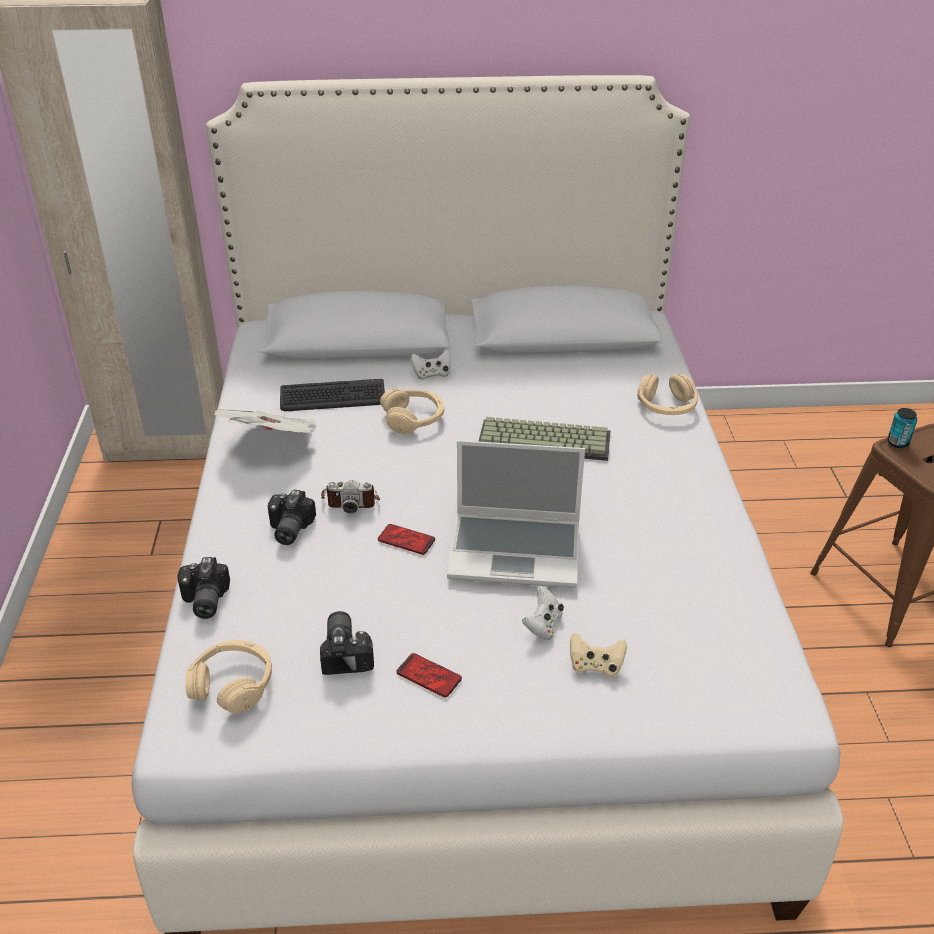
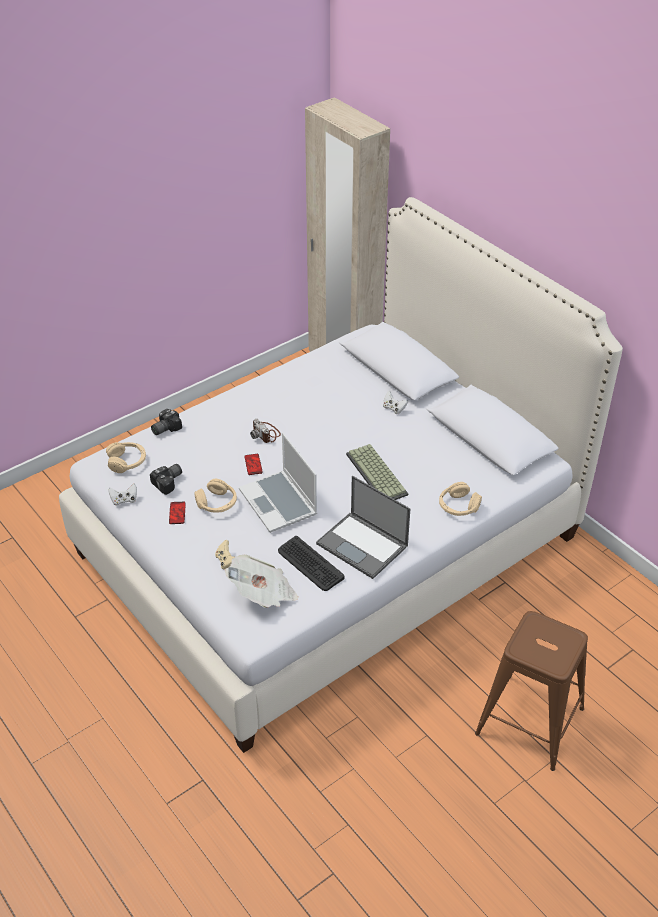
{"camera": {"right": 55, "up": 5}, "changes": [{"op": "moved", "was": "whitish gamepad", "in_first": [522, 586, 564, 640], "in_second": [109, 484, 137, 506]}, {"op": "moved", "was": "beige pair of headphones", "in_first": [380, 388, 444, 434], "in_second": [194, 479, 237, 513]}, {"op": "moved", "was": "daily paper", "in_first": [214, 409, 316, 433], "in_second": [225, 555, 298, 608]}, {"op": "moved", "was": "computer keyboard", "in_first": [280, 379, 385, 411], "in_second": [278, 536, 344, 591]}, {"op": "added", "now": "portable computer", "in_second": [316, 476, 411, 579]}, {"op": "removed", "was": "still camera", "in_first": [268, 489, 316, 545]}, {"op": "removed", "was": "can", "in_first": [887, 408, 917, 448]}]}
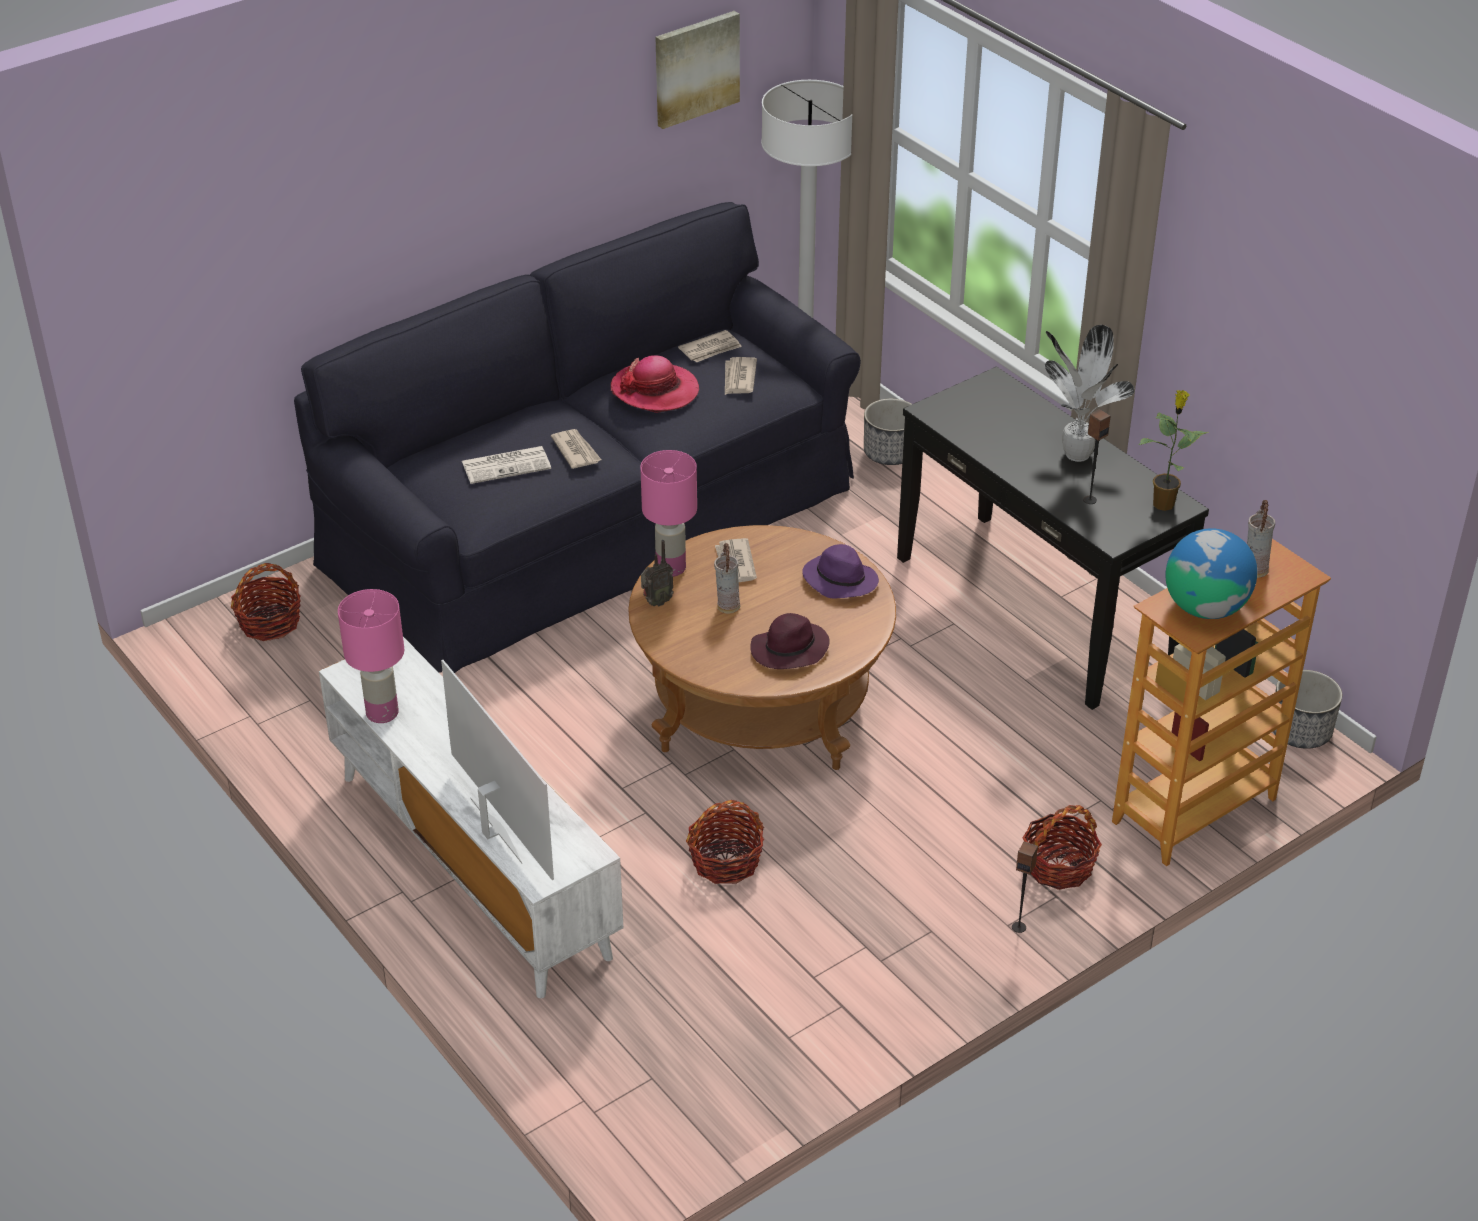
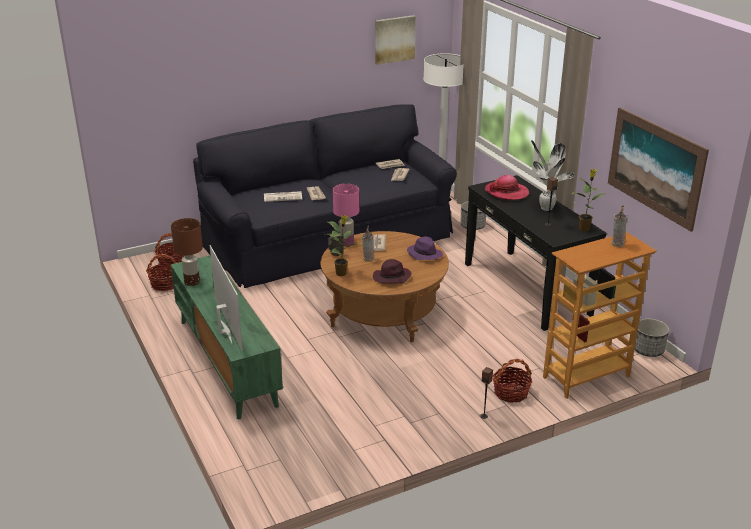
{"camera": {"right": 10, "up": -10}, "changes": [{"op": "moved", "was": "basket", "in_first": [686, 800, 764, 884], "in_second": [146, 254, 178, 291]}, {"op": "recoloured", "was": "pinkish tabletop lamp", "now": "brown tabletop lamp", "in_first": [338, 589, 404, 723], "in_second": [171, 218, 203, 286]}, {"op": "recoloured", "was": "whitish tv unit", "now": "green tv unit", "in_first": [319, 637, 623, 998], "in_second": [171, 255, 283, 419]}, {"op": "added", "now": "plant in a pot", "in_second": [325, 215, 361, 276]}, {"op": "moved", "was": "wearable hat", "in_first": [611, 355, 699, 413], "in_second": [485, 175, 529, 200]}, {"op": "added", "now": "picture", "in_second": [608, 108, 709, 232]}, {"op": "removed", "was": "desk globe", "in_first": [1165, 528, 1257, 619]}]}
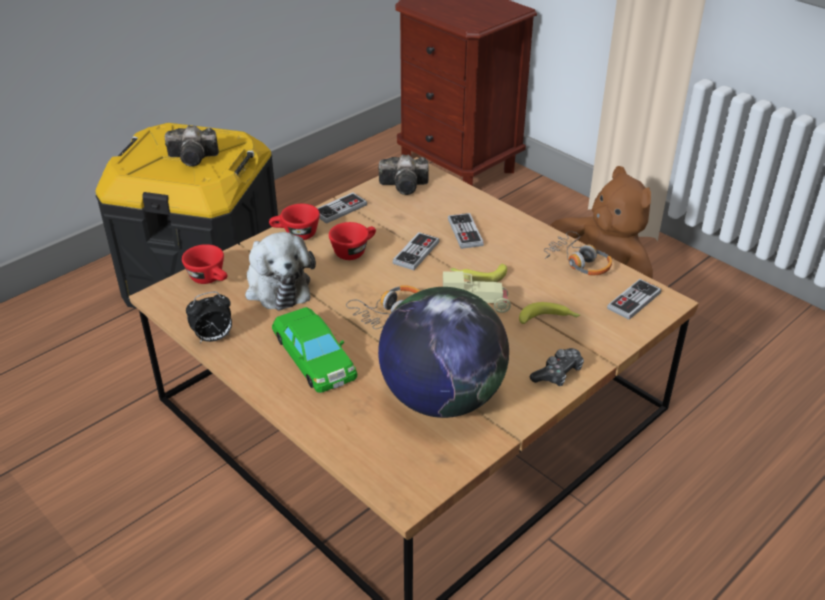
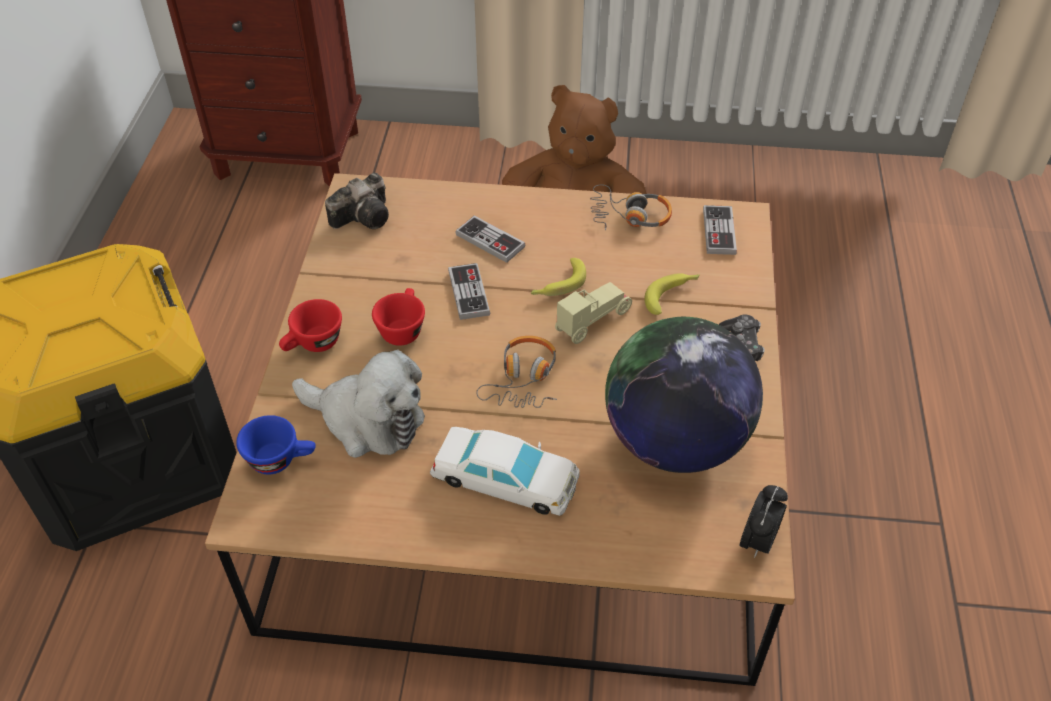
{"camera": {"right": -40, "up": 10}, "changes": [{"op": "recoloured", "was": "red drinking cup", "now": "blue-coloured drinking cup", "in_first": [182, 244, 228, 284], "in_second": [236, 415, 316, 474]}, {"op": "recoloured", "was": "green toy car", "now": "whitish toy car", "in_first": [272, 307, 357, 393], "in_second": [430, 427, 580, 516]}, {"op": "moved", "was": "table clock", "in_first": [186, 292, 232, 343], "in_second": [739, 485, 788, 558]}, {"op": "removed", "was": "still camera", "in_first": [165, 125, 219, 167]}, {"op": "removed", "was": "gamepad", "in_first": [317, 193, 367, 224]}]}
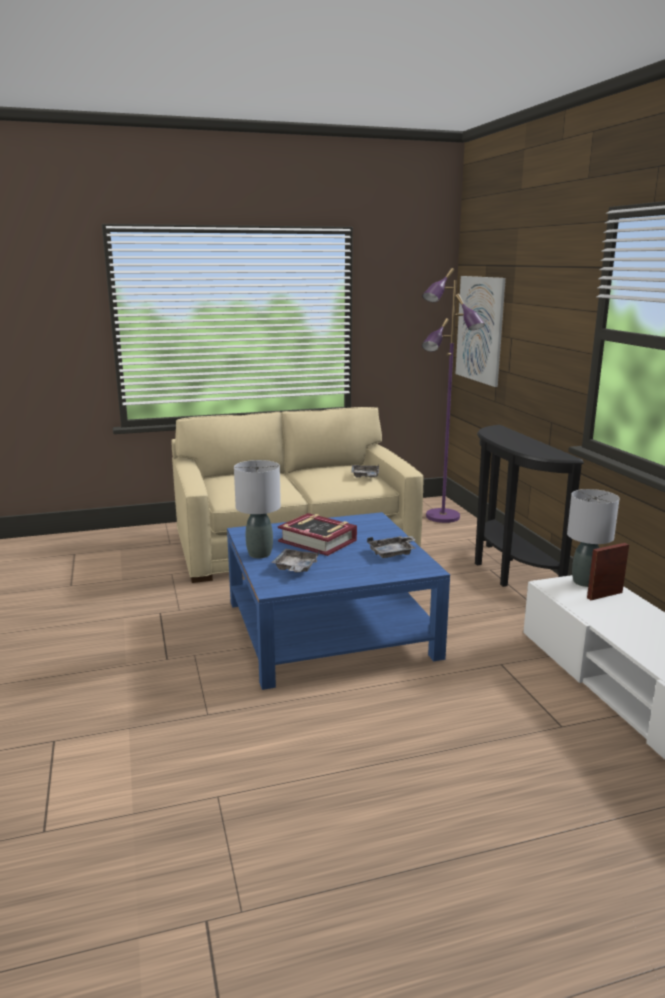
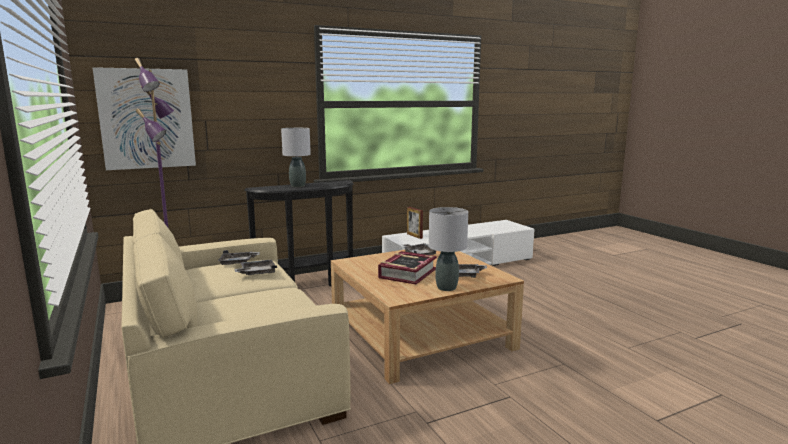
{"camera": {"right": -100, "up": -5}, "changes": [{"op": "added", "now": "greyish serving tray", "in_second": [234, 259, 277, 275]}, {"op": "moved", "was": "greyish tabletop lamp", "in_first": [567, 489, 619, 587], "in_second": [281, 128, 311, 187]}, {"op": "recoloured", "was": "blue-coloured coffee table", "now": "beige coffee table", "in_first": [227, 512, 450, 690], "in_second": [331, 250, 524, 384]}]}
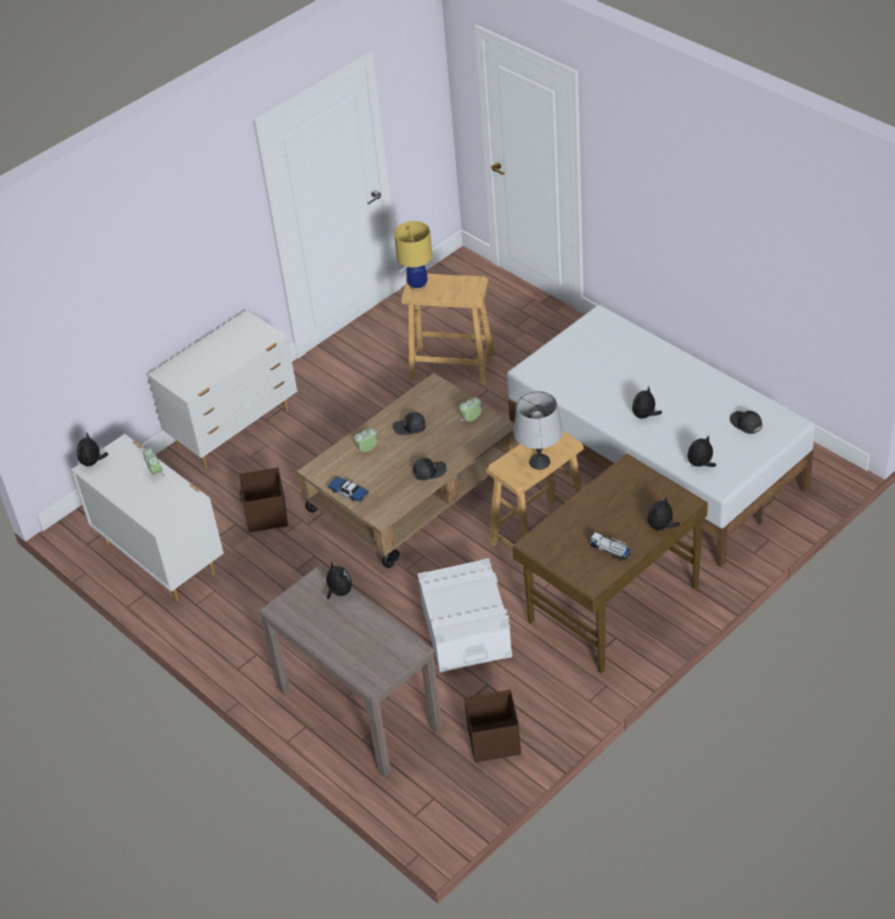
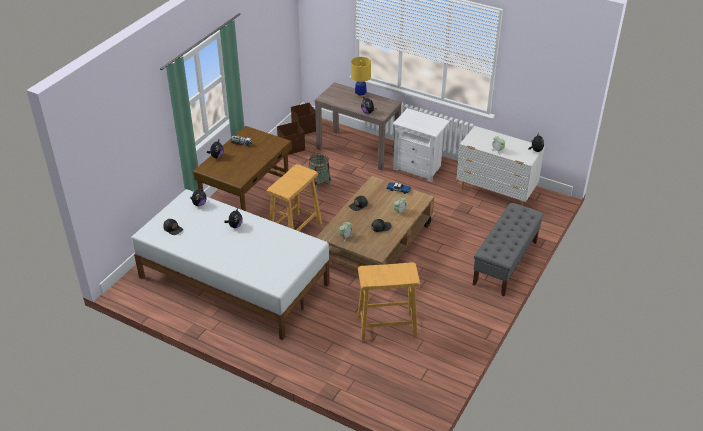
{"camera": {"right": 160, "up": -5}, "changes": [{"op": "moved", "was": "brown storage container", "in_first": [240, 467, 288, 532], "in_second": [291, 103, 316, 134]}, {"op": "replaced", "was": "whitish storage container", "now": "basket", "in_first": [417, 558, 512, 672], "in_second": [309, 153, 331, 192]}, {"op": "moved", "was": "yellowish tabletop lamp", "in_first": [394, 221, 432, 291], "in_second": [351, 57, 371, 97]}, {"op": "added", "now": "whitish nightstand", "in_second": [393, 108, 450, 182]}, {"op": "replaced", "was": "whitish drawer chest", "now": "greyish long seat", "in_first": [147, 310, 298, 468], "in_second": [473, 203, 544, 296]}, {"op": "removed", "was": "greyish tabletop lamp", "in_first": [514, 391, 563, 470]}]}
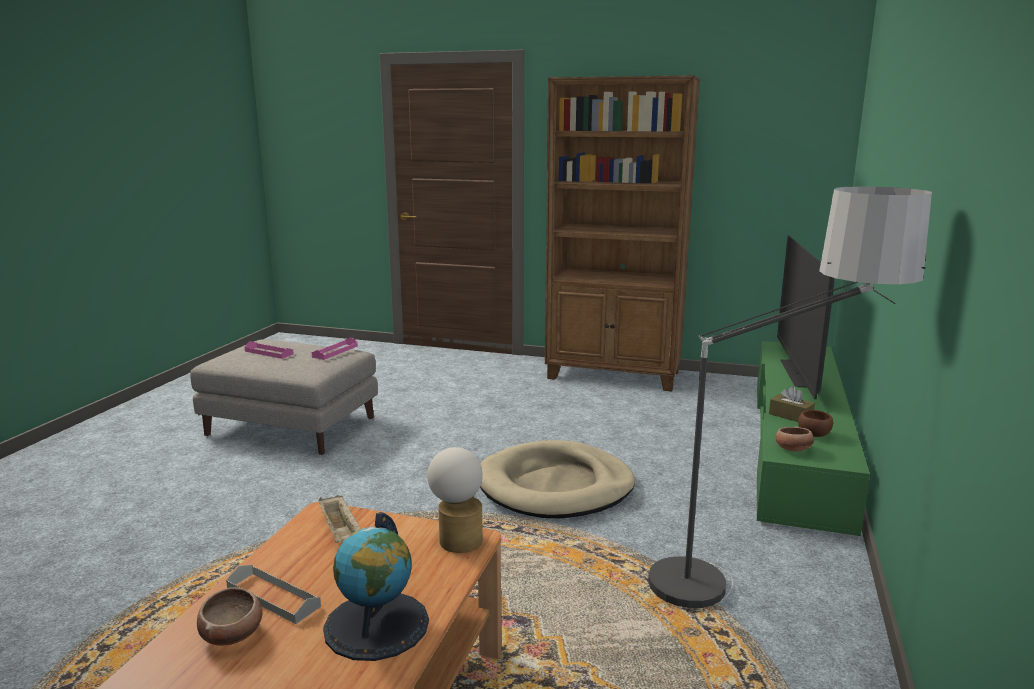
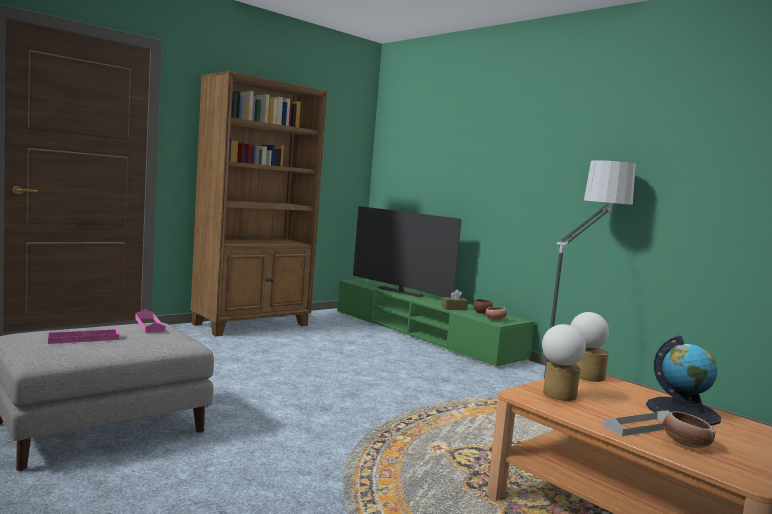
{"camera": {"right": -60, "up": -10}, "changes": [{"op": "replaced", "was": "beige serving tray", "now": "tabletop lamp", "in_first": [319, 495, 361, 543], "in_second": [542, 324, 586, 401]}, {"op": "removed", "was": "beige pet bed", "in_first": [480, 440, 635, 519]}]}
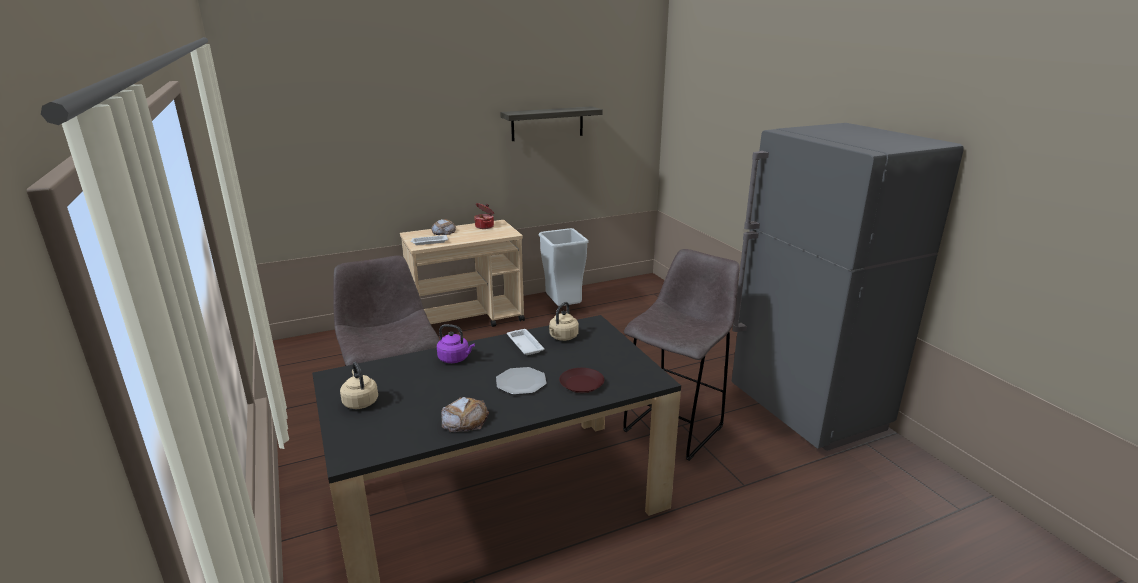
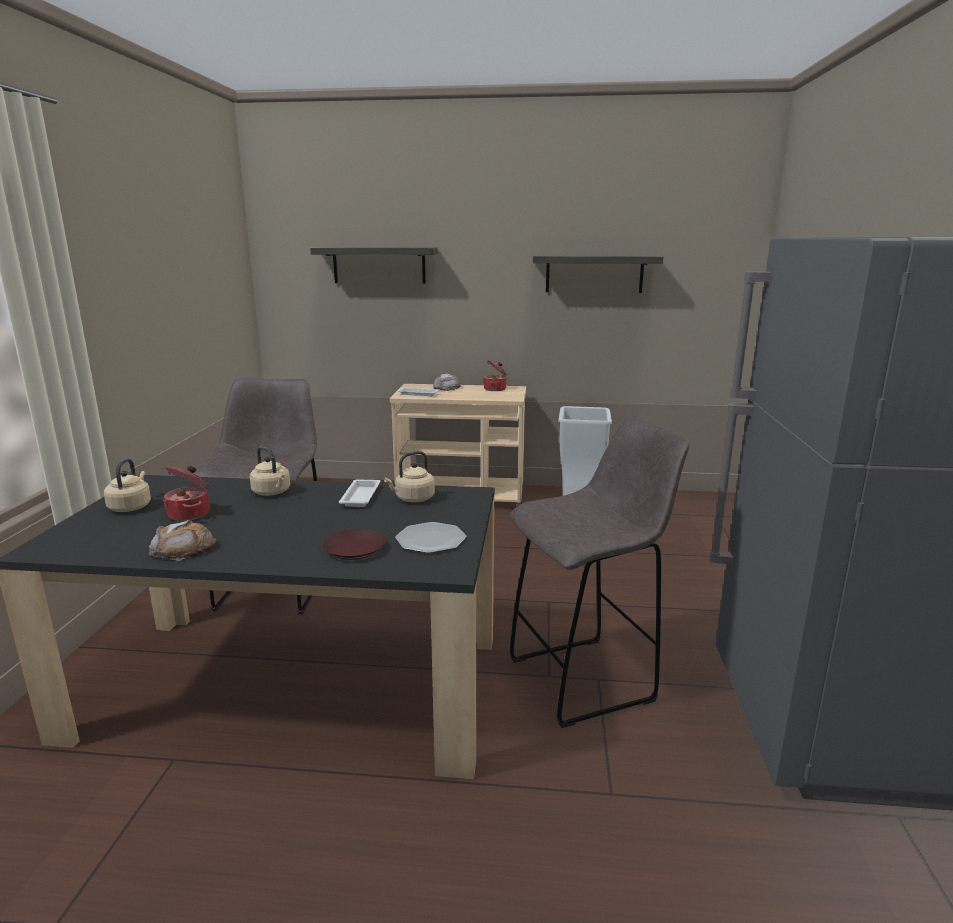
{"camera": {"right": 30, "up": -5}, "changes": [{"op": "added", "now": "cooking pot", "in_second": [163, 466, 210, 521]}, {"op": "recoloured", "was": "purple-coloured water kettle", "now": "beige water kettle", "in_first": [437, 324, 475, 363], "in_second": [250, 446, 290, 496]}, {"op": "added", "now": "shelf", "in_second": [310, 247, 438, 284]}, {"op": "moved", "was": "dinner plate", "in_first": [496, 367, 547, 395], "in_second": [395, 522, 466, 553]}]}
